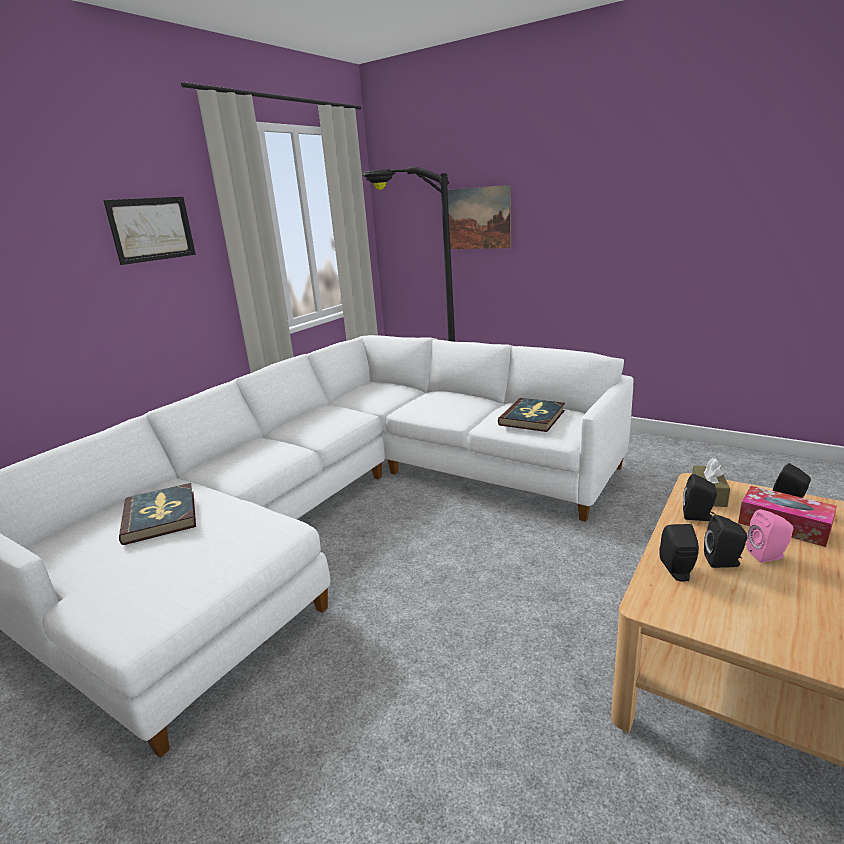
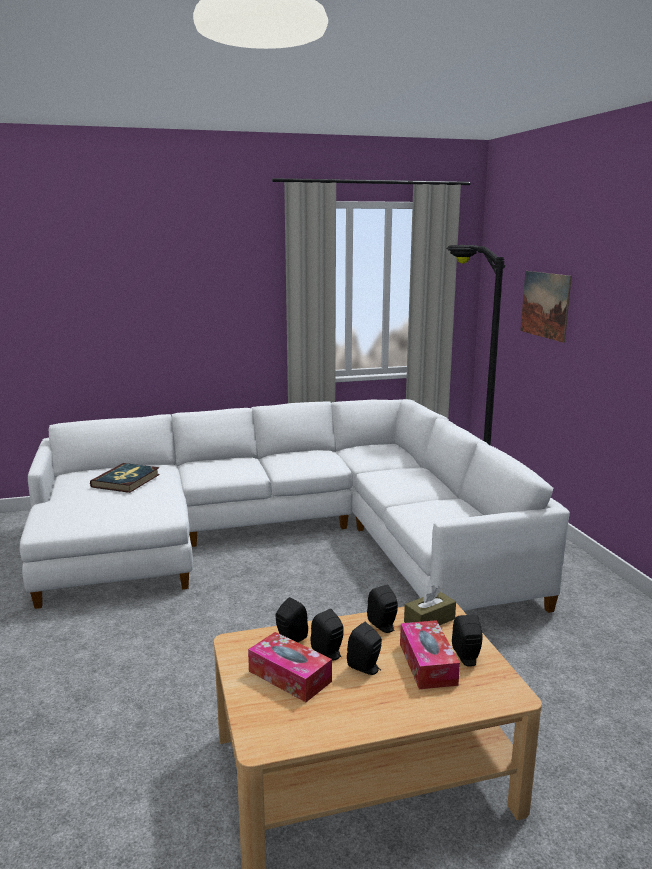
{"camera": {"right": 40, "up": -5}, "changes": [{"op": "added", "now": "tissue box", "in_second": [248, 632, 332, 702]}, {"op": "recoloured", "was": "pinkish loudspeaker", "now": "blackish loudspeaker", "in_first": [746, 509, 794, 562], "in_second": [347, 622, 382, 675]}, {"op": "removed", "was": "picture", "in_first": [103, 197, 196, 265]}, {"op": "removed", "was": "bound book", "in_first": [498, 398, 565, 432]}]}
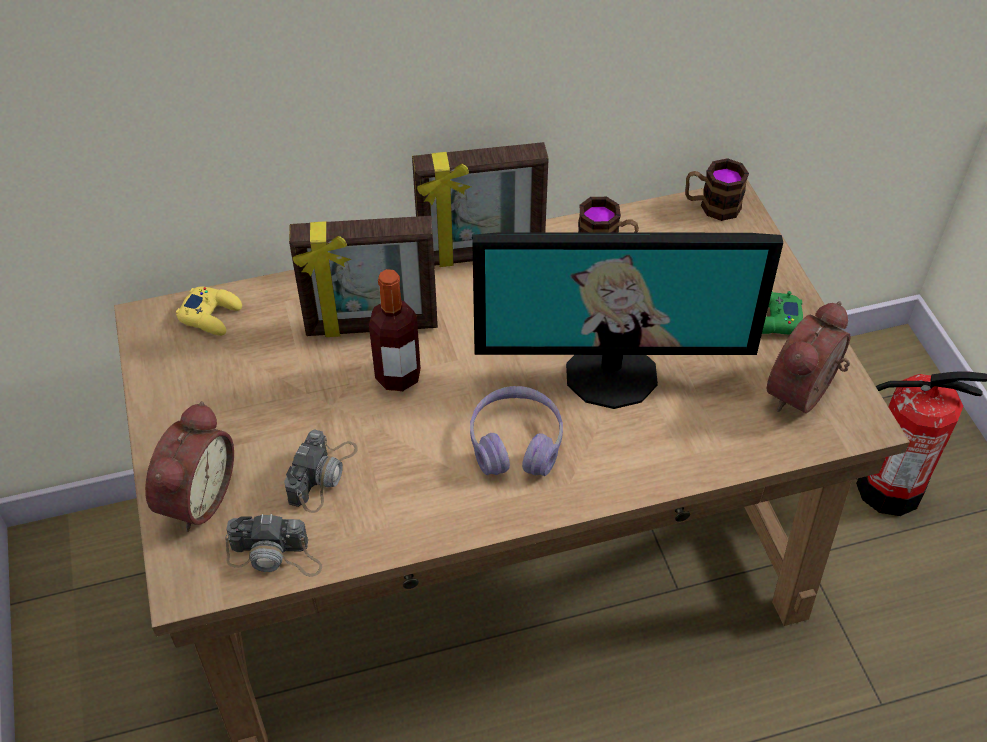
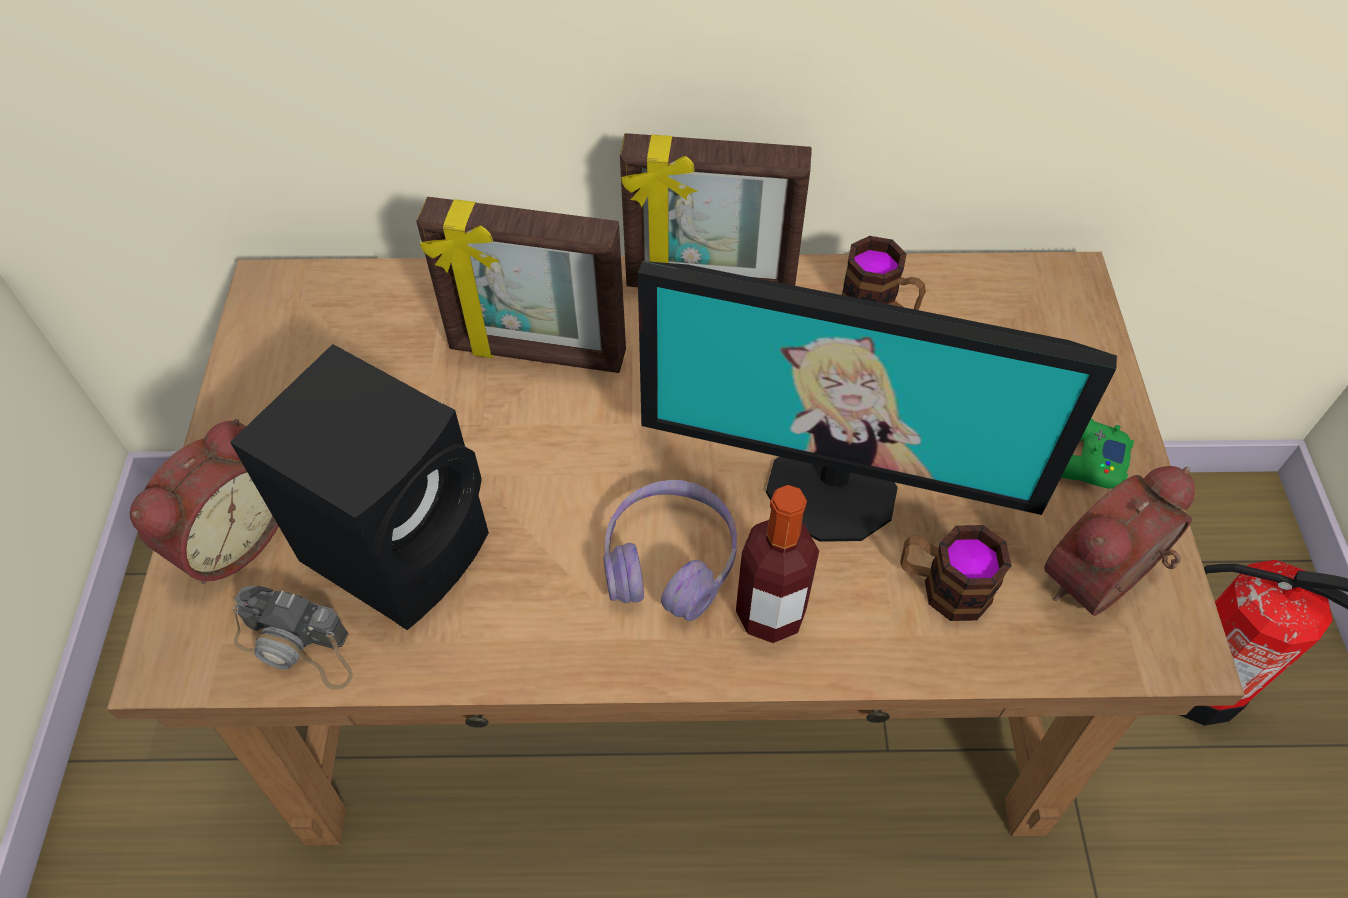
{"camera": {"right": 15, "up": 5}, "changes": [{"op": "replaced", "was": "still camera", "now": "blackish loudspeaker", "in_first": [284, 429, 357, 513], "in_second": [230, 344, 489, 630]}, {"op": "moved", "was": "beverage bottle", "in_first": [369, 269, 421, 391], "in_second": [736, 485, 819, 643]}, {"op": "moved", "was": "mug", "in_first": [685, 158, 749, 221], "in_second": [900, 525, 1012, 621]}, {"op": "removed", "was": "yellowish gamepad", "in_first": [176, 287, 242, 336]}]}
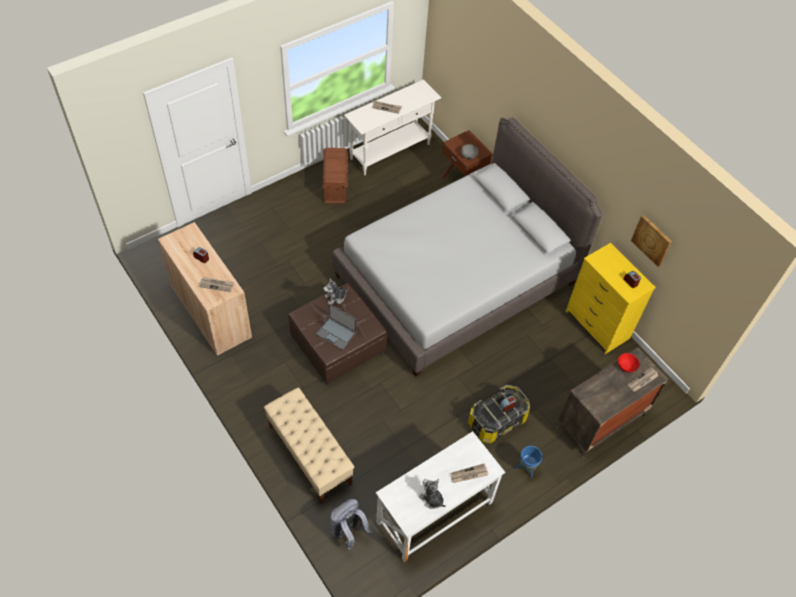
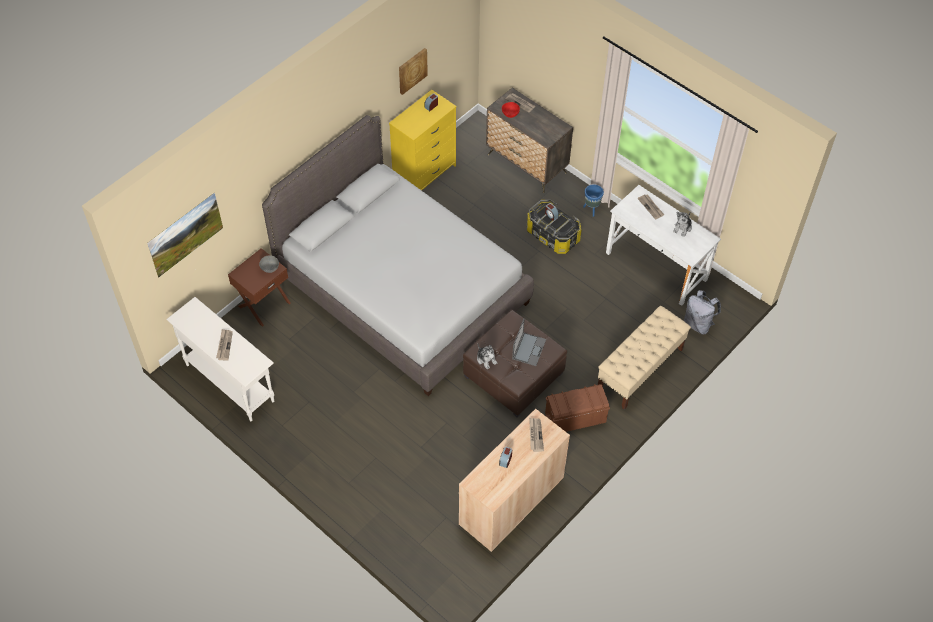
{"camera": {"right": -100, "up": 0}, "changes": [{"op": "added", "now": "picture", "in_second": [147, 192, 223, 278]}, {"op": "moved", "was": "brown storage container", "in_first": [323, 148, 348, 204], "in_second": [545, 384, 610, 432]}]}
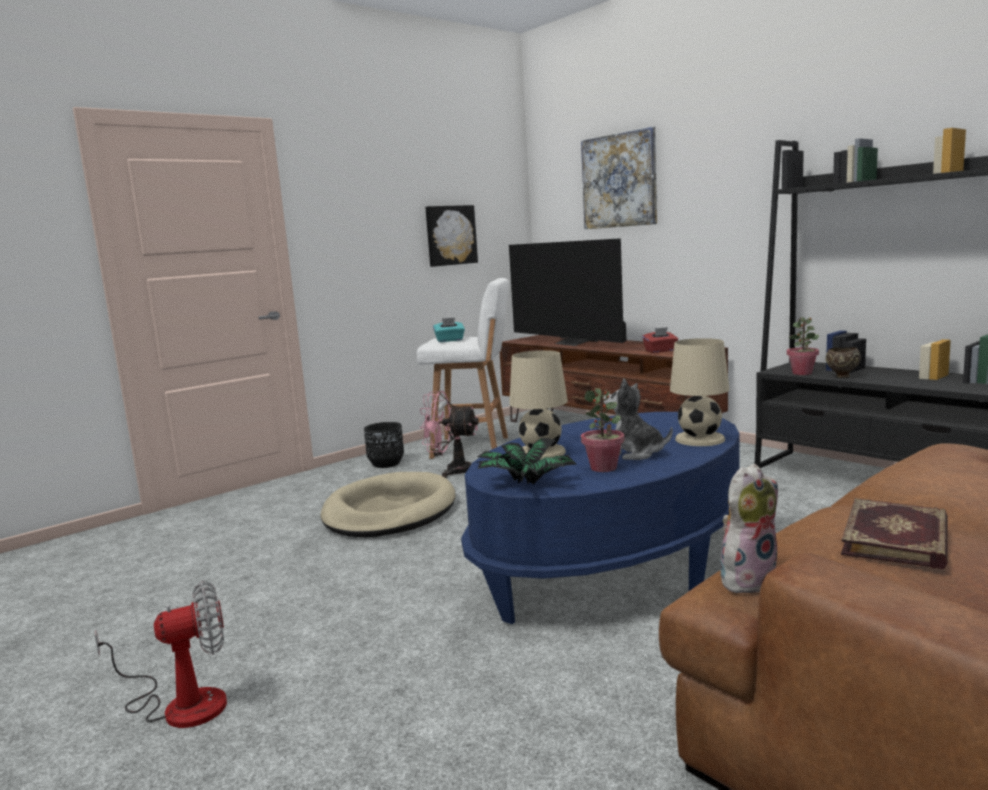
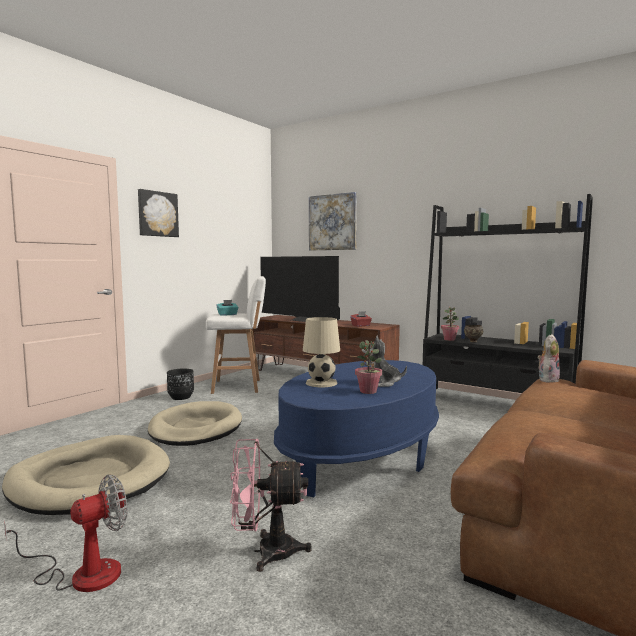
{"camera": {"right": -15, "up": -5}, "changes": [{"op": "added", "now": "beige pet bed", "in_second": [2, 435, 170, 515]}, {"op": "moved", "was": "picture", "in_first": [425, 205, 478, 267], "in_second": [138, 189, 179, 237]}, {"op": "moved", "was": "pinkish fan", "in_first": [419, 391, 479, 478], "in_second": [230, 439, 312, 572]}, {"op": "moved", "was": "plush toy", "in_first": [720, 464, 778, 594], "in_second": [537, 334, 560, 383]}, {"op": "removed", "was": "plant in a pot", "in_first": [475, 438, 576, 484]}, {"op": "removed", "was": "beige tabletop lamp", "in_first": [670, 338, 730, 446]}, {"op": "removed", "was": "bound book", "in_first": [841, 498, 948, 569]}]}
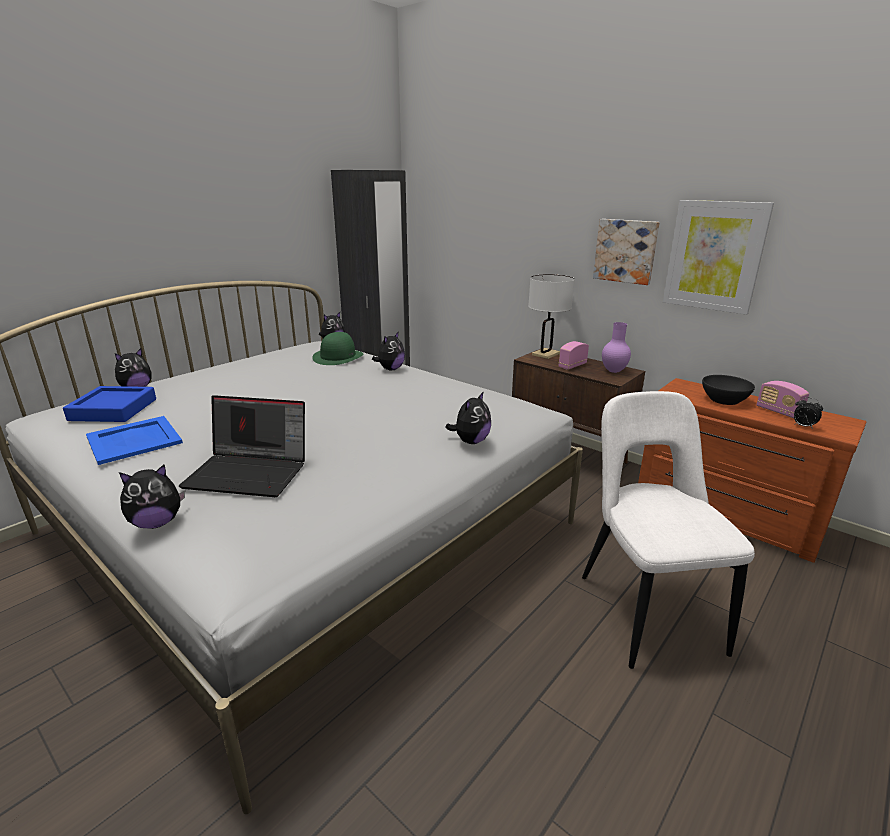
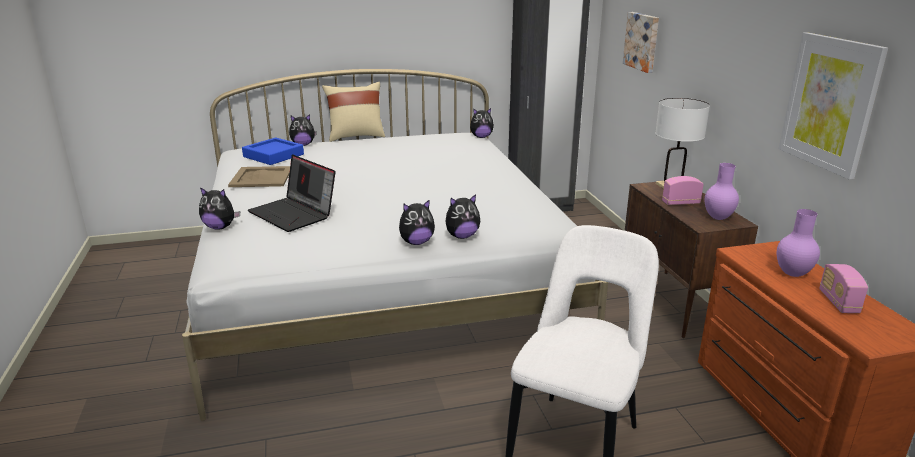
{"camera": {"right": 35, "up": 0}, "changes": [{"op": "recoloured", "was": "blue-coloured serving tray", "now": "beige serving tray", "in_first": [86, 416, 183, 465], "in_second": [228, 166, 290, 187]}, {"op": "added", "now": "beige throw pillow", "in_second": [322, 82, 385, 142]}, {"op": "moved", "was": "plush toy", "in_first": [372, 331, 405, 370], "in_second": [399, 199, 435, 245]}, {"op": "moved", "was": "picture", "in_first": [593, 219, 660, 285], "in_second": [623, 12, 659, 73]}, {"op": "replaced", "was": "blackish deep dish", "now": "purple-coloured decorative vase", "in_first": [702, 375, 755, 405], "in_second": [777, 209, 820, 277]}, {"op": "removed", "was": "green wearable hat", "in_first": [312, 332, 363, 365]}, {"op": "removed", "was": "table clock", "in_first": [794, 397, 823, 429]}]}
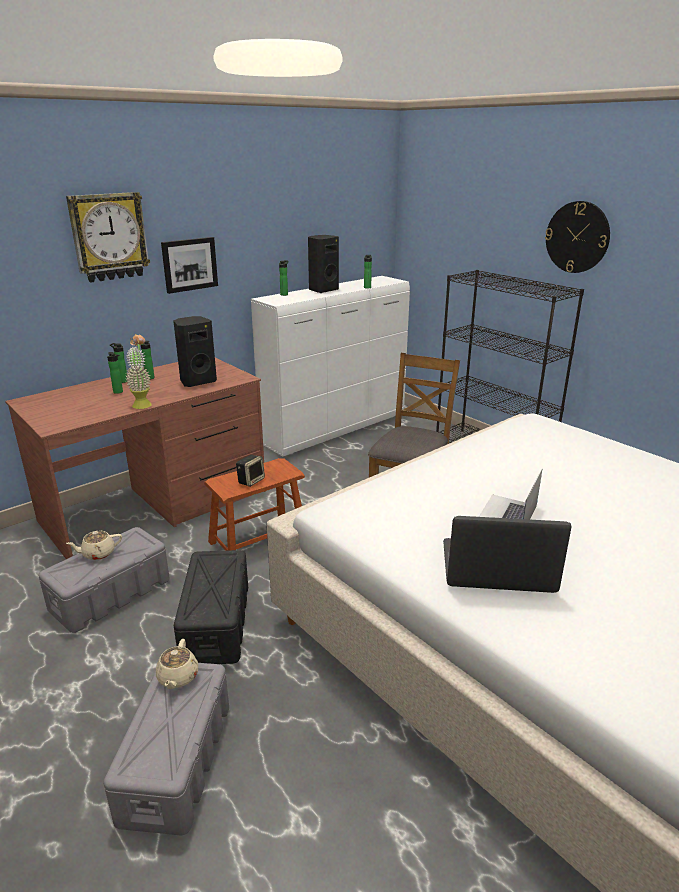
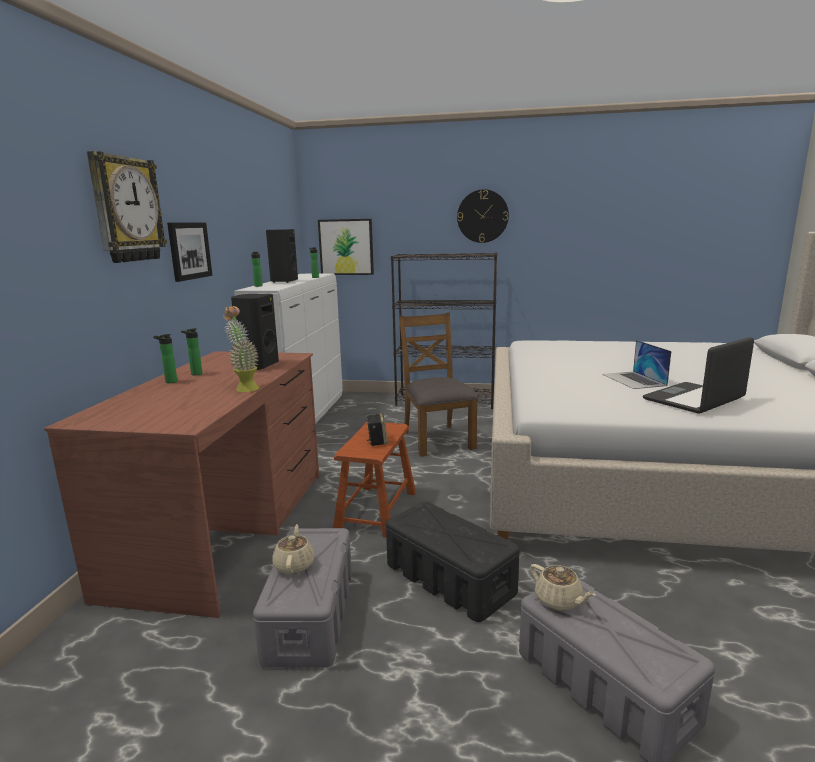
{"camera": {"right": -40, "up": -10}, "changes": [{"op": "turned", "was": "beige pot for tea", "in_first": [66, 530, 122, 560], "in_second": [272, 524, 315, 574], "clockwise": 150}, {"op": "added", "now": "picture", "in_second": [318, 219, 374, 275]}, {"op": "removed", "was": "beverage bottle", "in_first": [107, 352, 123, 394]}]}
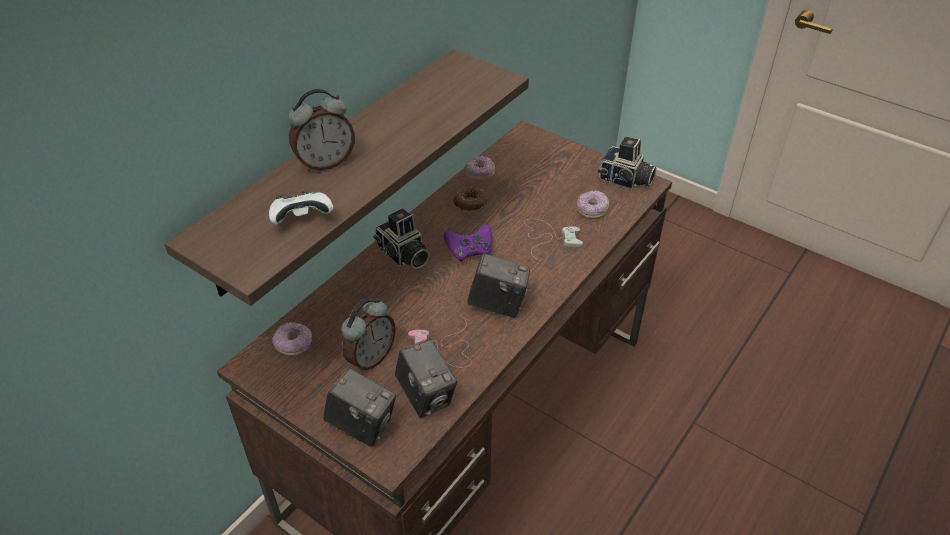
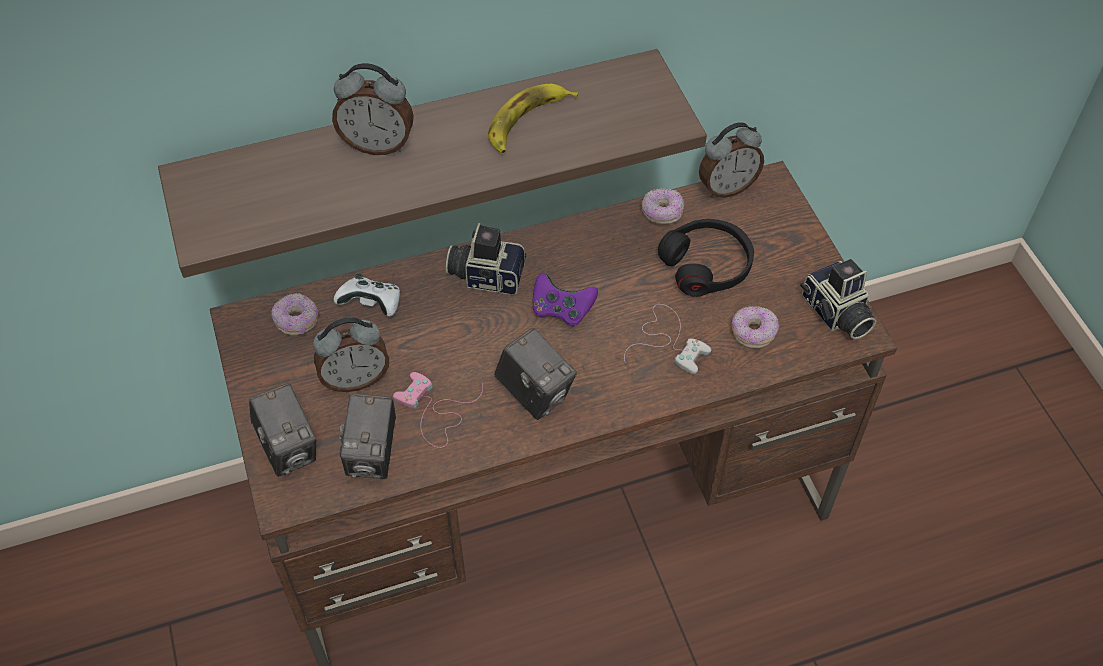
{"camera": {"right": 35, "up": 10}, "changes": [{"op": "moved", "was": "whitish gamepad", "in_first": [269, 190, 333, 224], "in_second": [333, 274, 400, 317]}, {"op": "turned", "was": "still camera", "in_first": [373, 209, 430, 269], "in_second": [446, 223, 527, 295], "clockwise": 105}, {"op": "added", "now": "whole banana", "in_second": [488, 84, 578, 154]}, {"op": "added", "now": "blackish pair of headphones", "in_second": [658, 219, 754, 297]}, {"op": "added", "now": "table clock", "in_second": [699, 122, 764, 198]}, {"op": "removed", "was": "donut", "in_first": [453, 187, 488, 213]}]}
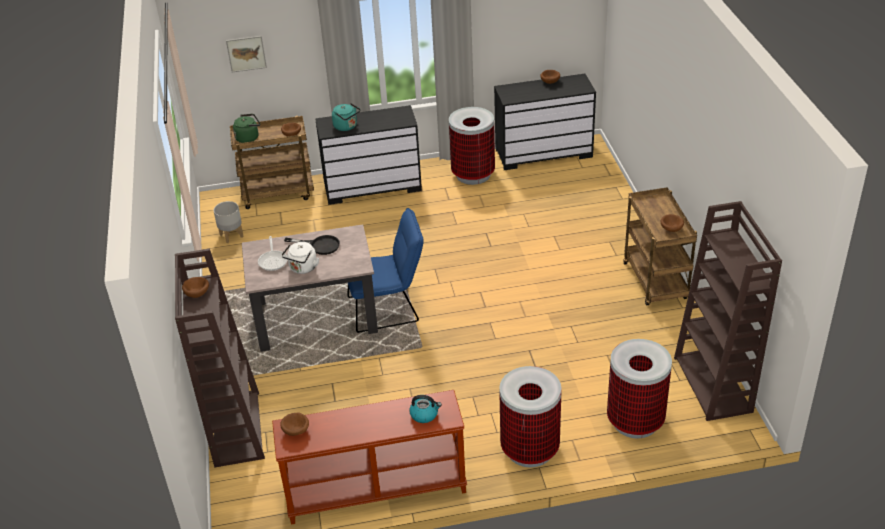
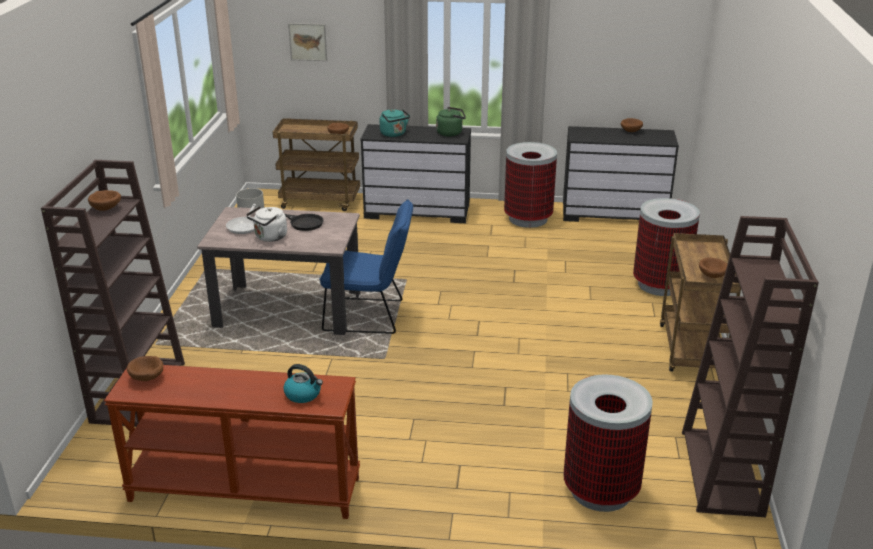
{"camera": {"right": 15, "up": -10}, "changes": [{"op": "moved", "was": "green water kettle", "in_first": [233, 114, 260, 143], "in_second": [436, 107, 466, 137]}, {"op": "moved", "was": "rubbish bin", "in_first": [499, 366, 562, 468], "in_second": [633, 198, 700, 296]}]}
